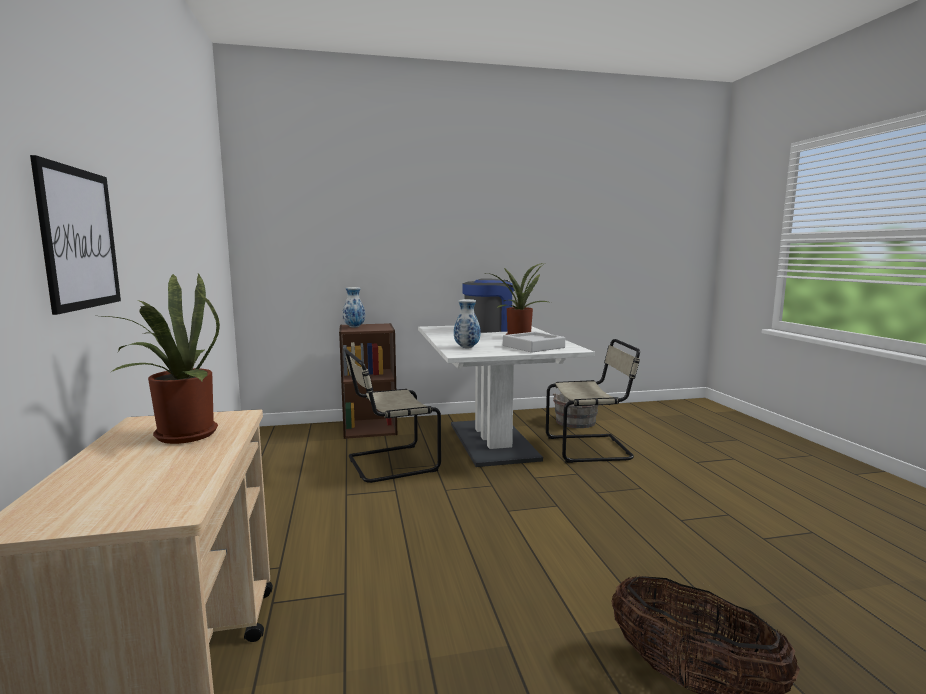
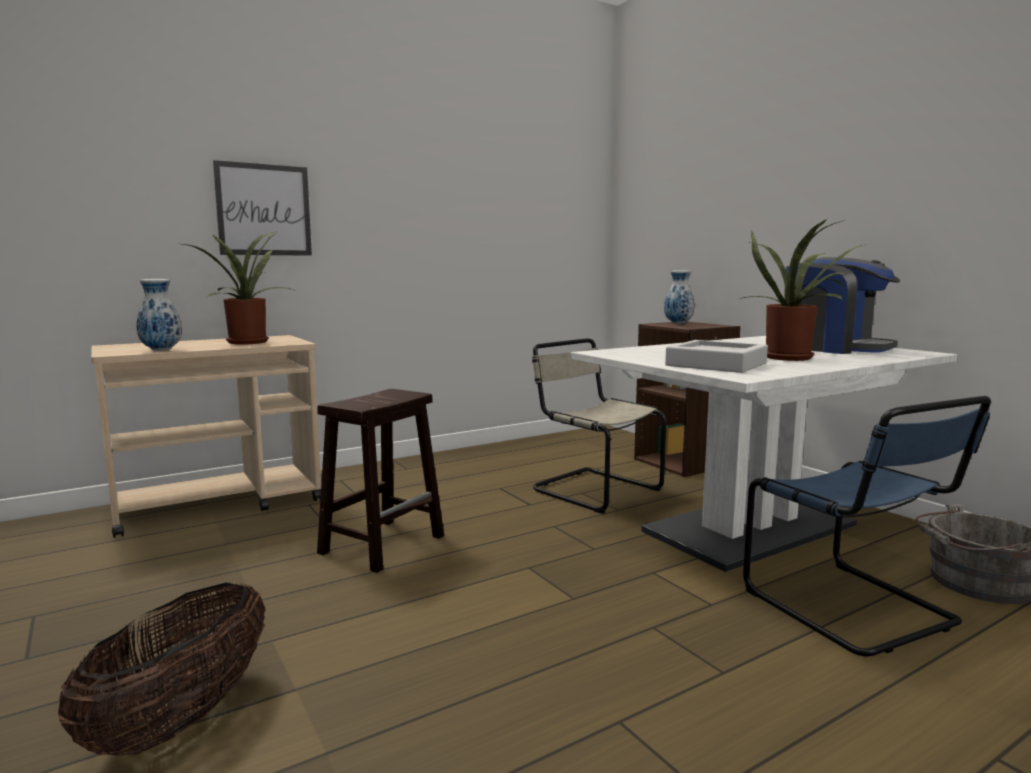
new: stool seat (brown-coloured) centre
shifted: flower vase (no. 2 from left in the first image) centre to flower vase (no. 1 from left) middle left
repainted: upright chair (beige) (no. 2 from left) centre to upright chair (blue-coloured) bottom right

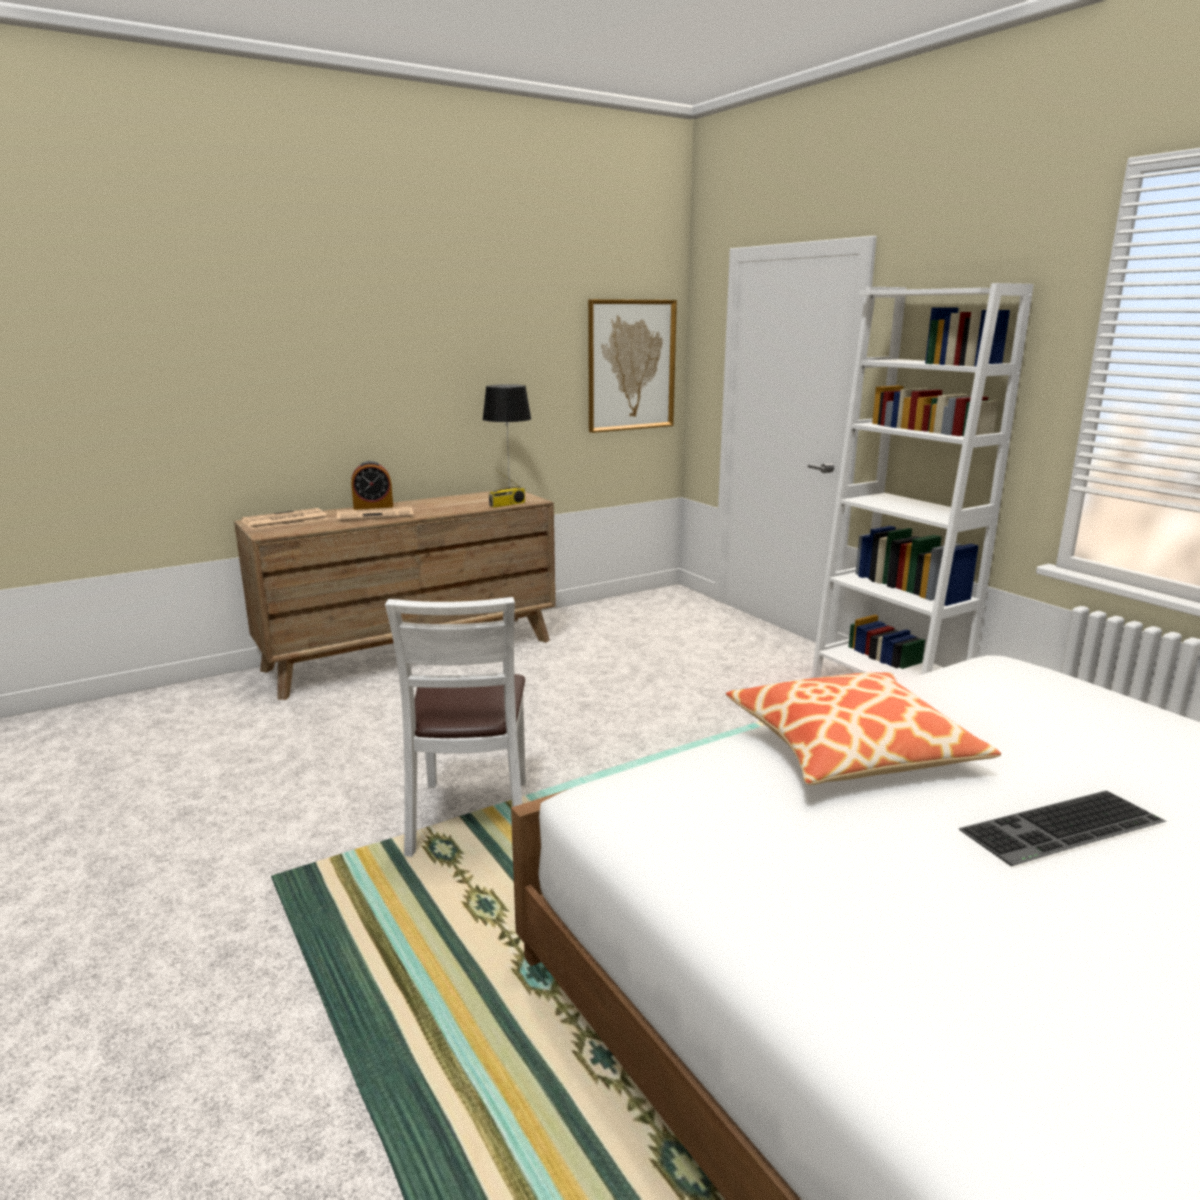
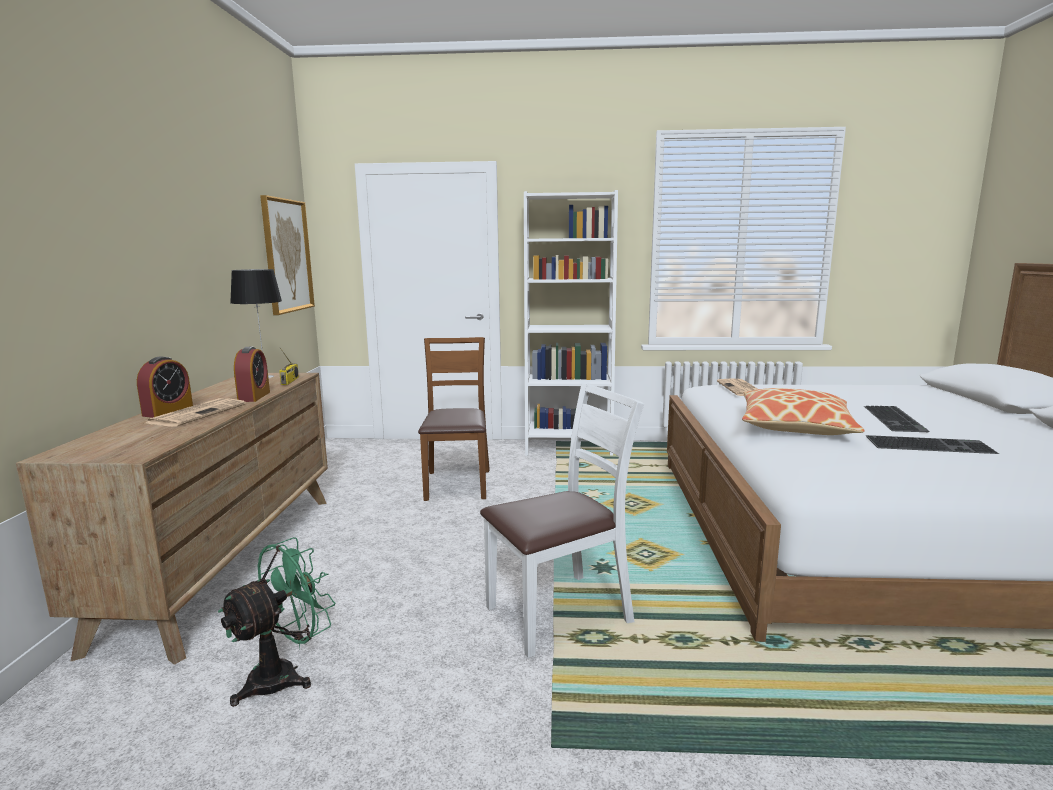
new: electric fan (green-coloured) bottom left; bedside clock (no. 2 from left) middle left; upright chair (brown-coloured) centre; computer keyboard (no. 2 from left) middle right
shifted: newspaper (no. 1 from left in the first image) middle left to newspaper (no. 2 from left) middle right
rotated: upright chair (white-coloured) centre = centre 60 degrees counterclockwise

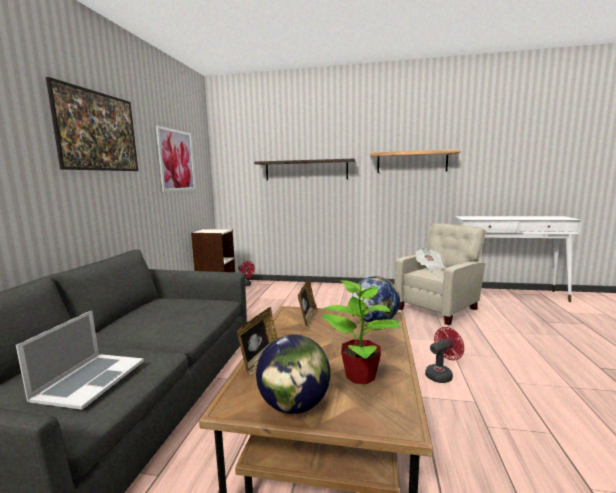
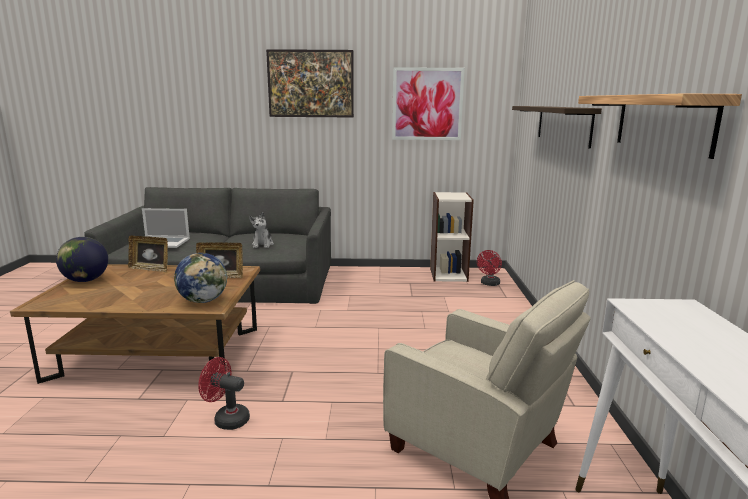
gone: plant in a pot bottom centre; newspaper middle right
new: plush toy centre
rotated: electric fan (red-coloured) (no. 2 from left in the first image) bottom right = bottom left 150 degrees clockwise

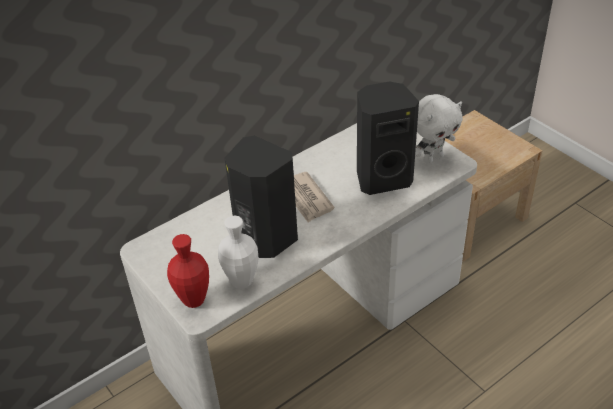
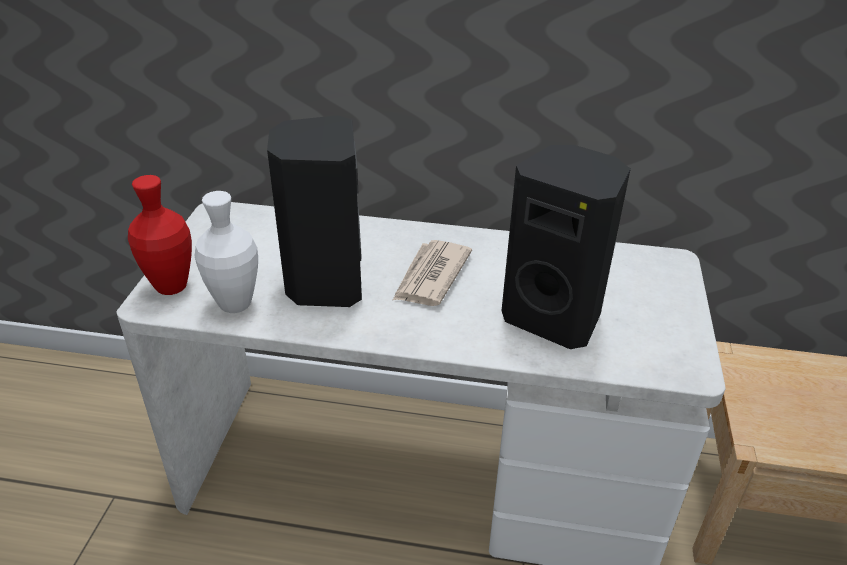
gone: plush toy (white-coloured) top right

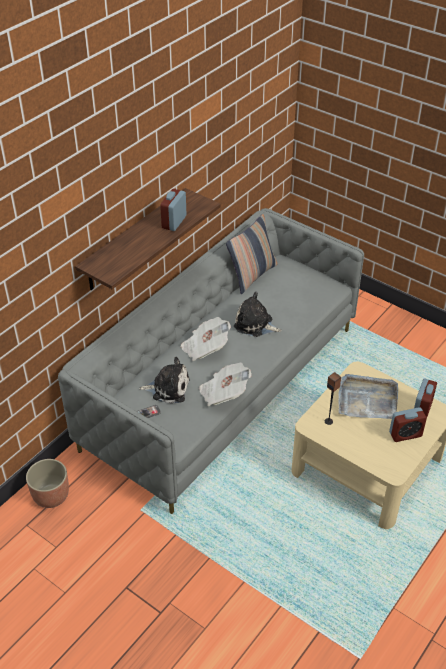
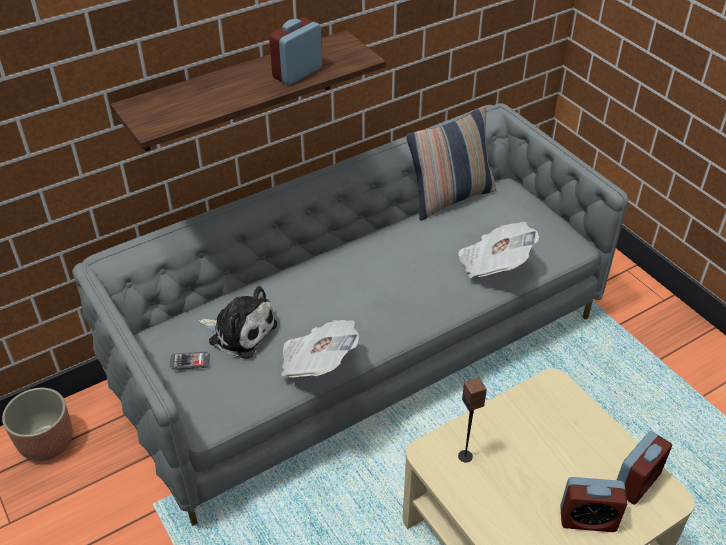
gone: plush toy (no. 2 from left) centre; carrying tray (greyish) middle right
shifted: newspaper (no. 1 from left in the first image) centre to newspaper (no. 2 from left) middle right

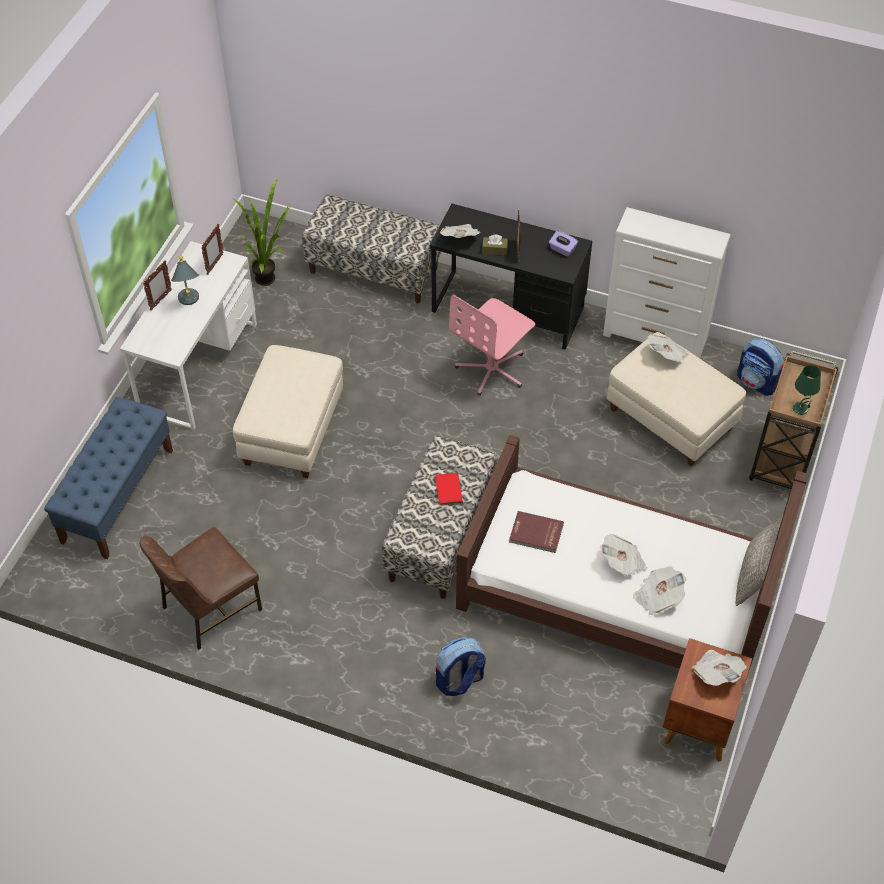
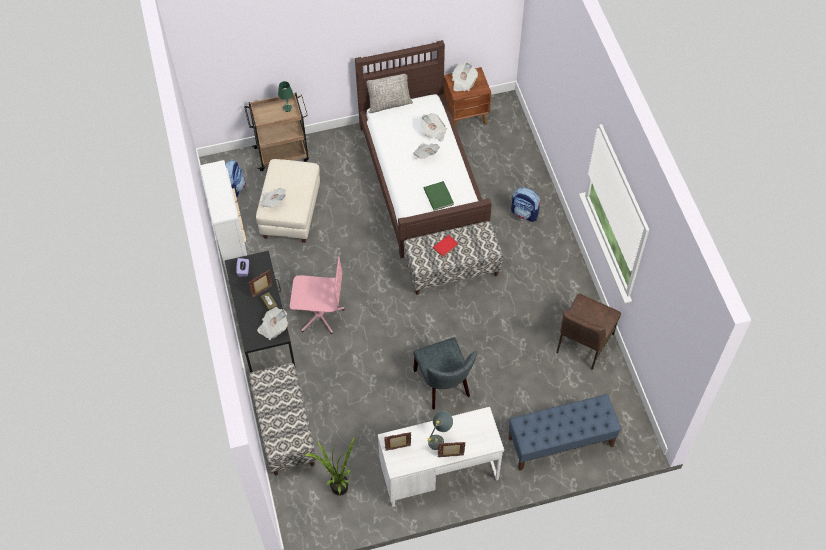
swapped: pouffe (beige) (no. 1 from left) middle left to upright chair (greyish) bottom centre
repainted: bound book (red-coloured) (no. 2 from left) centre to bound book (green-coloured) centre
rotated: upright chair (brown-coloured) middle left = middle right 105 degrees clockwise

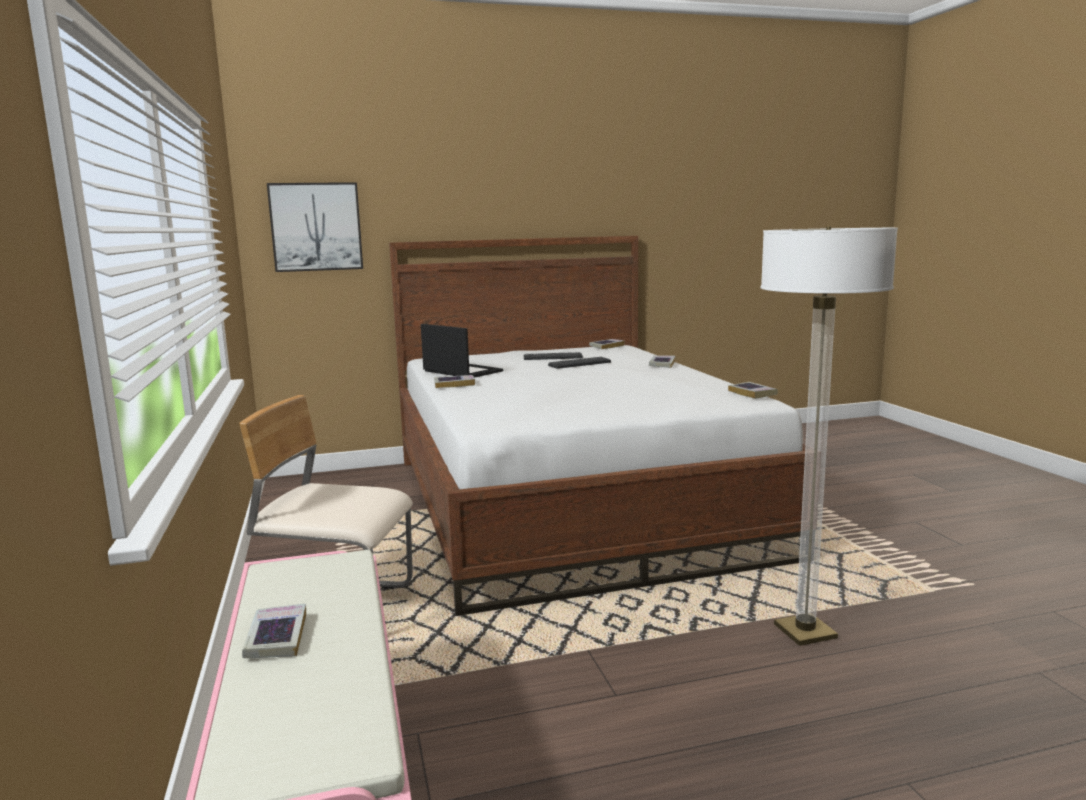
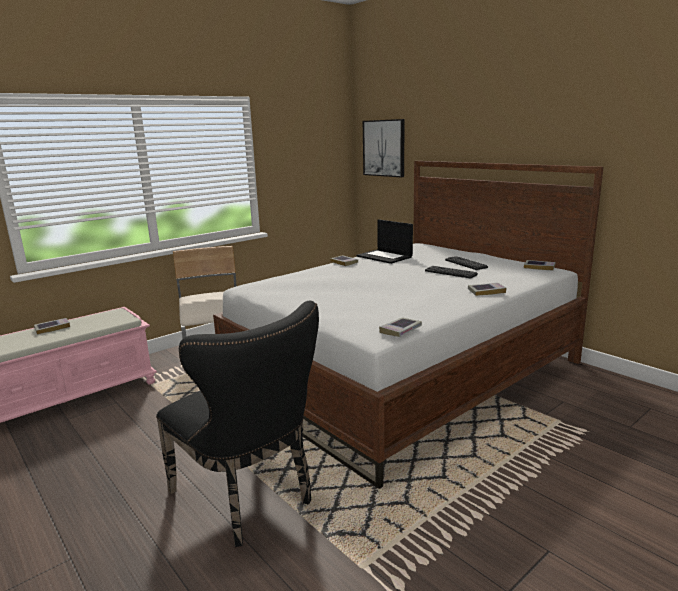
swapped: standing lamp middle right to upright chair (black-coloured) bottom centre
rotated: portable computer centre = centre 120 degrees clockwise

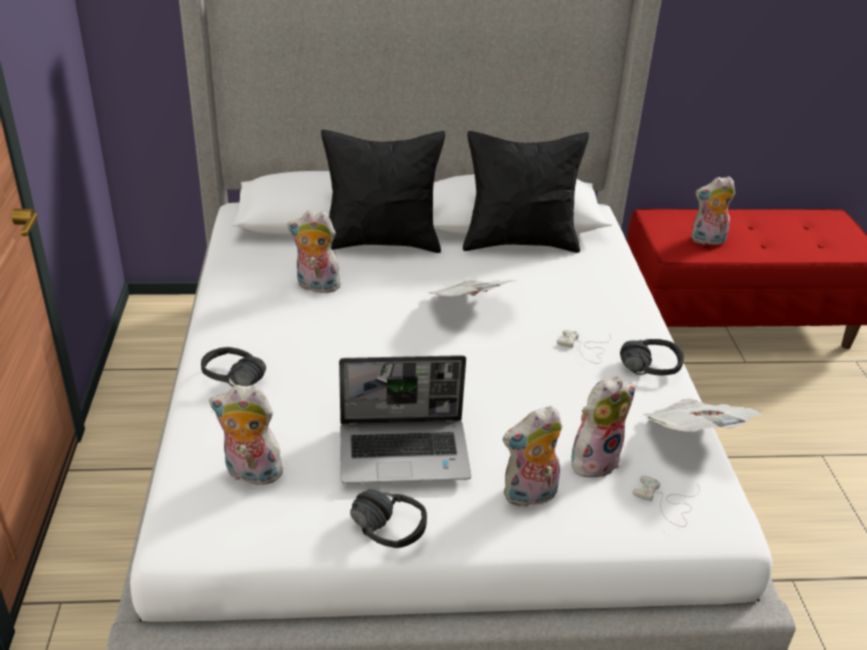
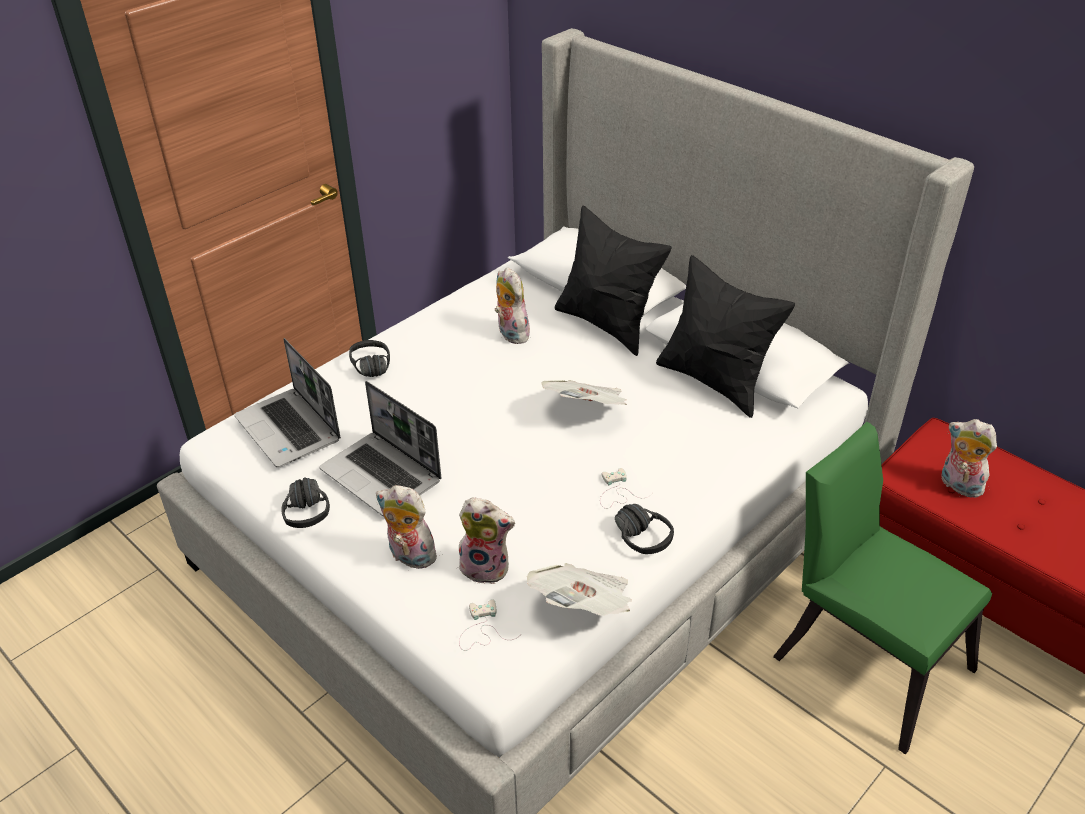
new: upright chair (green-coloured) bottom right
swapped: plush toy (no. 1 from left) bottom left to portable computer (no. 1 from left) middle left

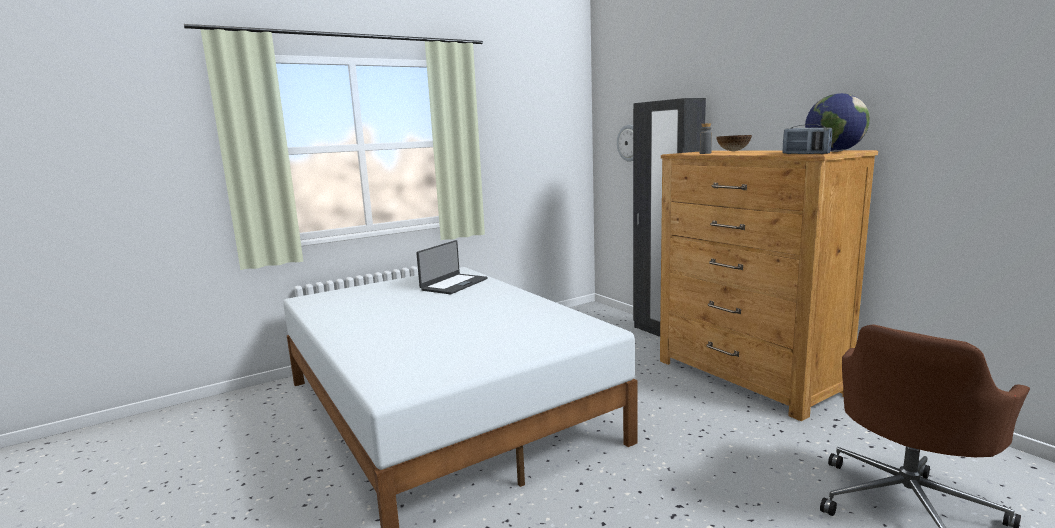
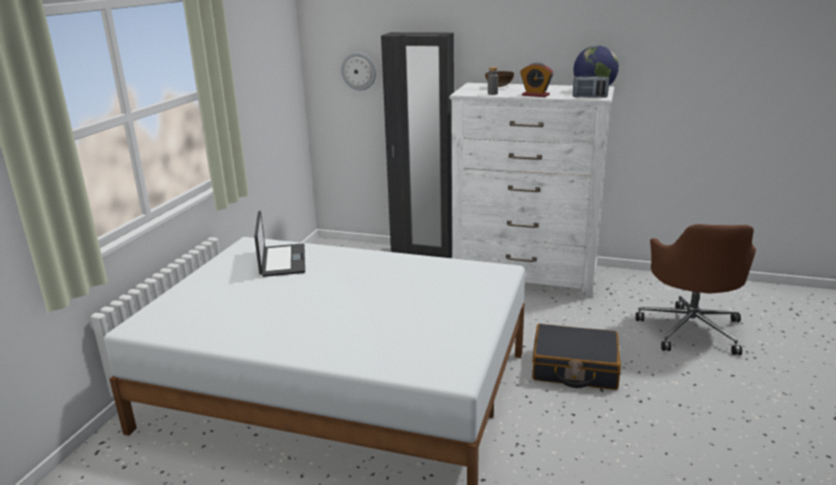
new: bedside clock top centre; suitcase (black-coloured) bottom right
repainted: drawer chest (brown-coloured) middle right to drawer chest (white-coloured) centre

